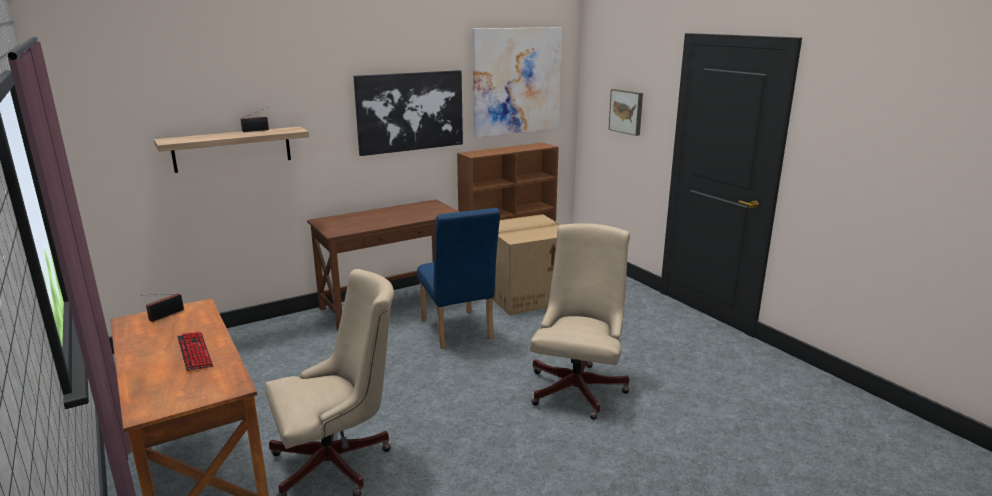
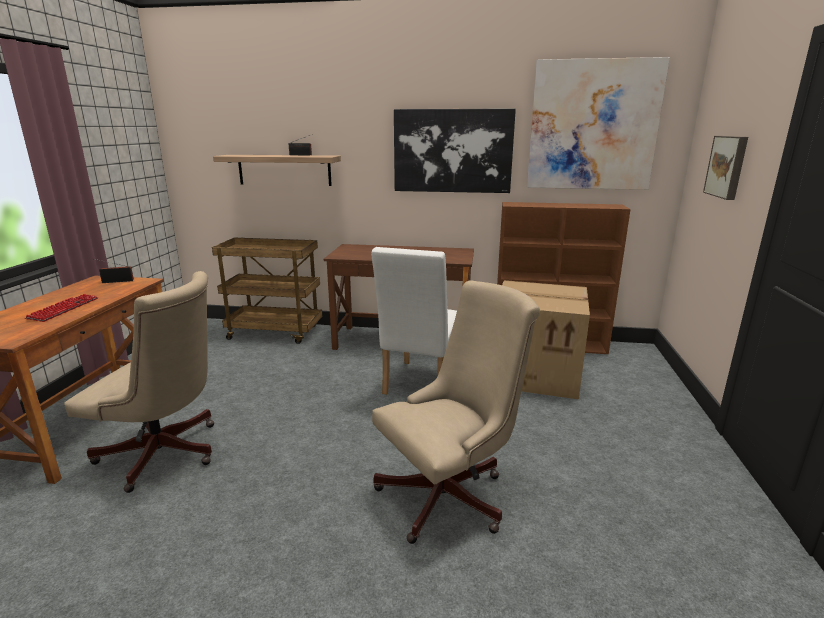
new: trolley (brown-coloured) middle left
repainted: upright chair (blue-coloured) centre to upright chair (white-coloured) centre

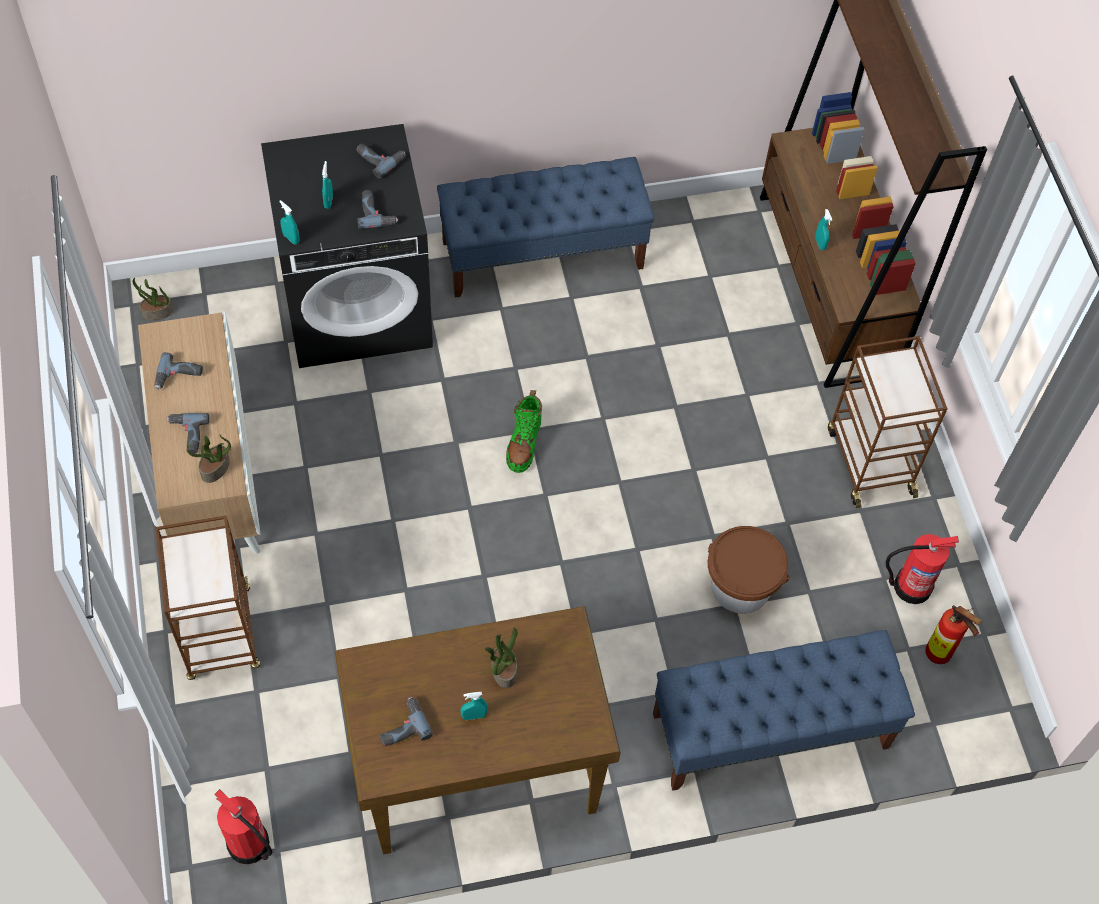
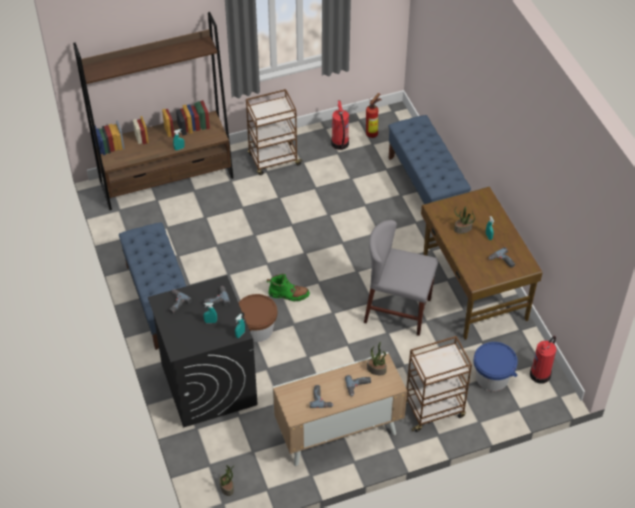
new: upright chair (greyish) centre; pail (blue-coloured) bottom right
shifted: pail (brown-coloured) middle right to centre

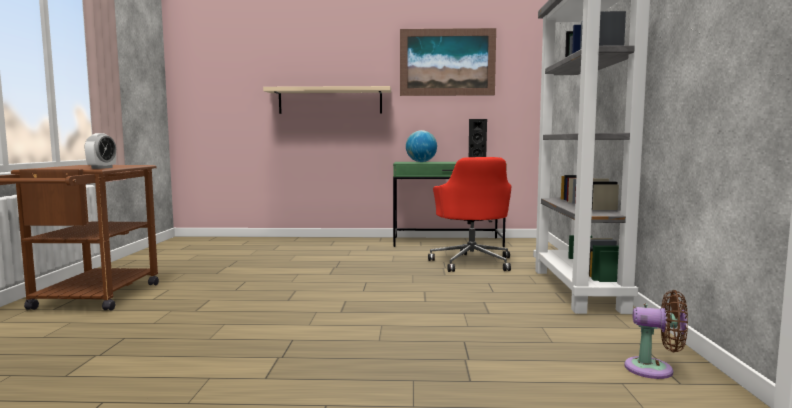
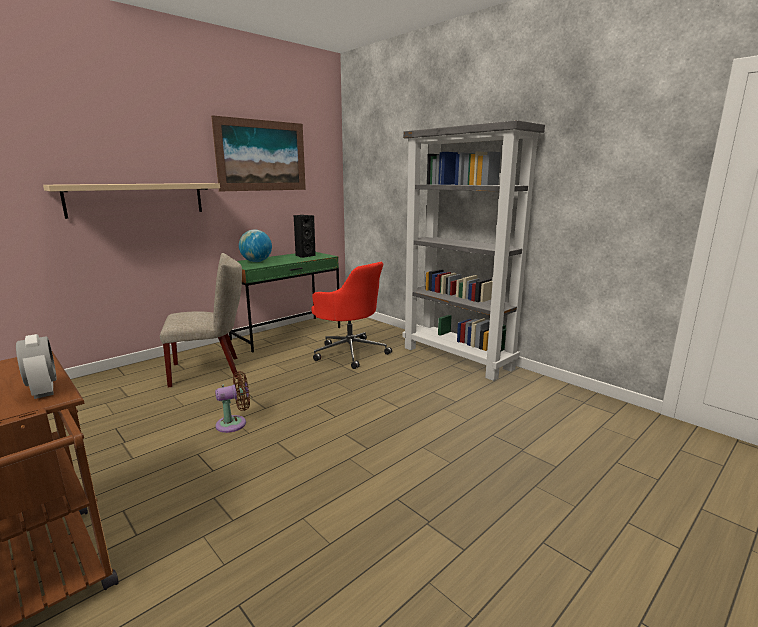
new: upright chair (beige) middle left
shifted: electric fan (brown-coloured) bottom right to middle left

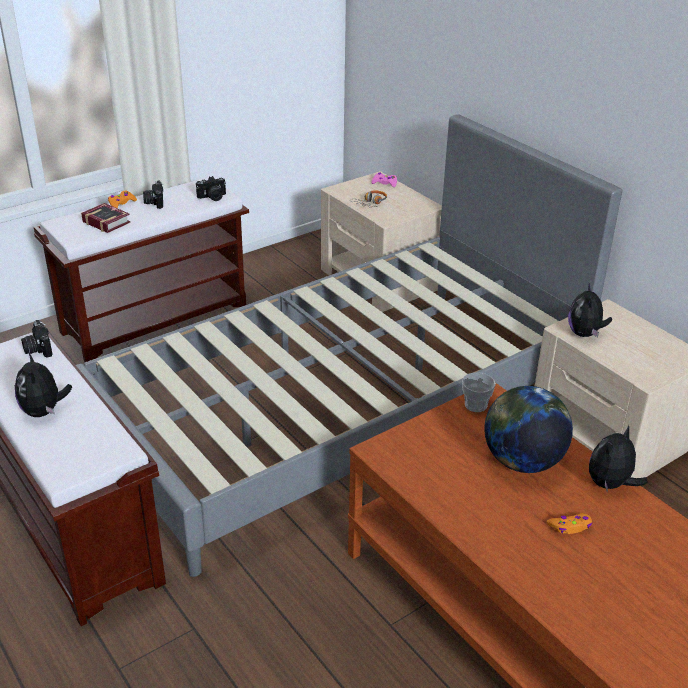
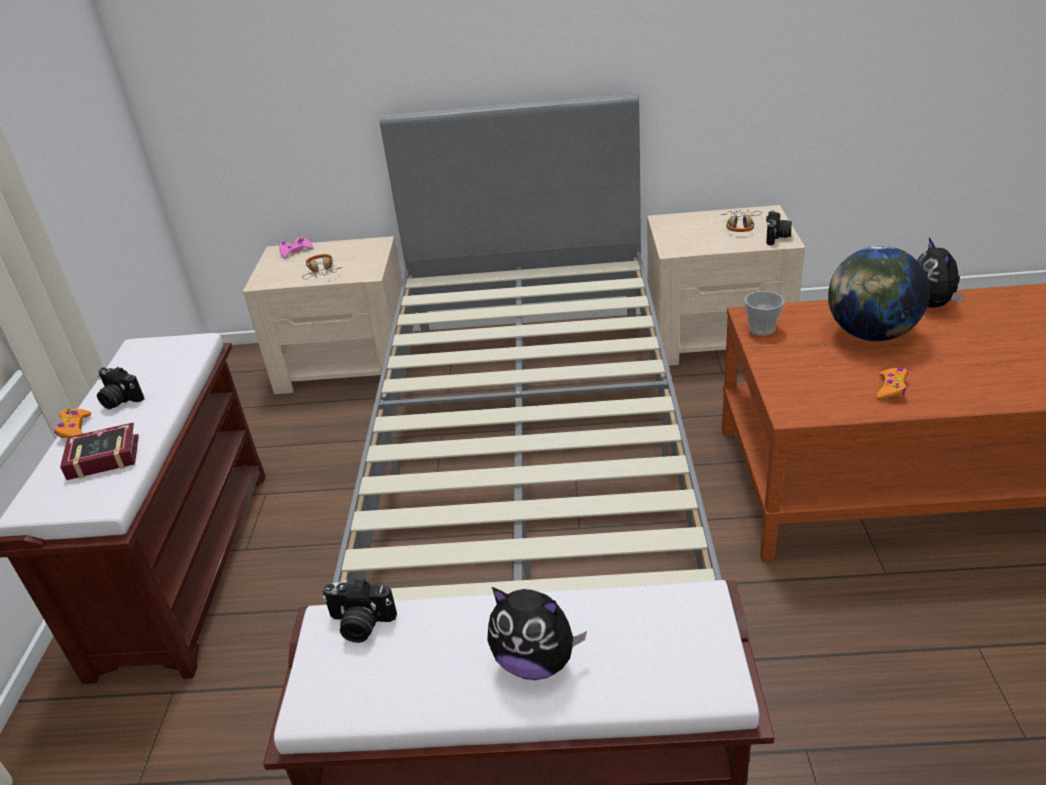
gone: plush toy (no. 2 from left) middle right
new: headset (no. 2 from left) top right
shifted: photo camera (no. 3 from left) top left to top right; gamepad (orange-coloured) (no. 2 from left) bottom right to middle right

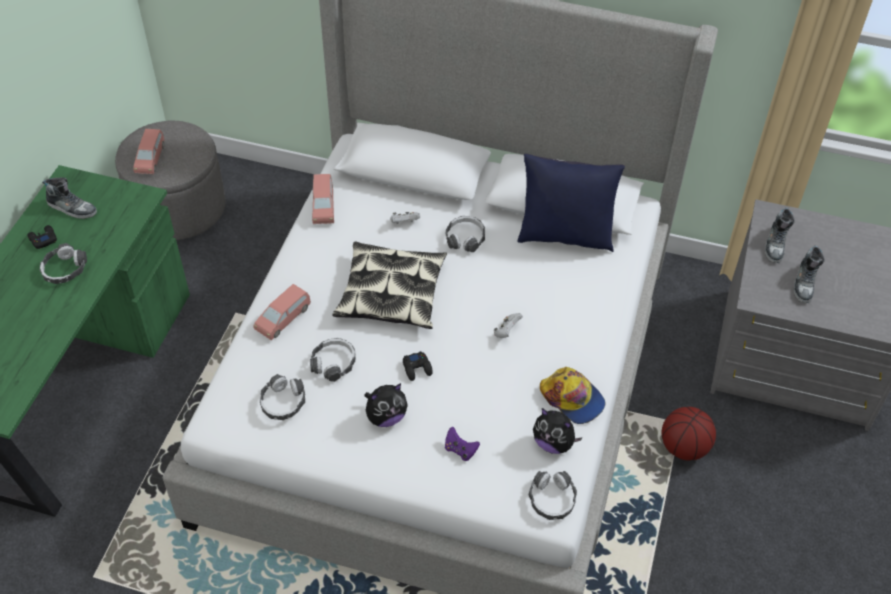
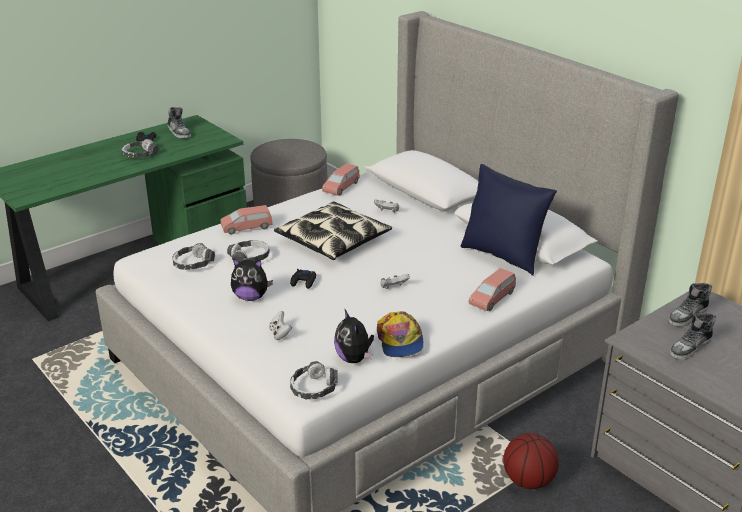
gone: headset (no. 4 from left) centre
shifted: miniature car (pink-coloured) (no. 1 from left in the first image) top left to miniature car (pink-coloured) (no. 3 from left) centre
repainted: gamepad (purplish) bottom centre to gamepad (white-coloured) (no. 1 from left) centre

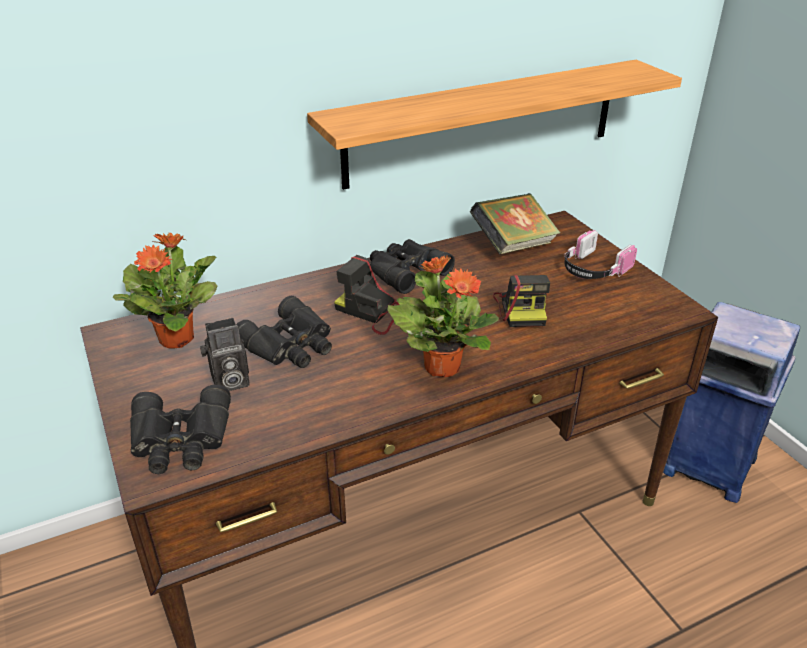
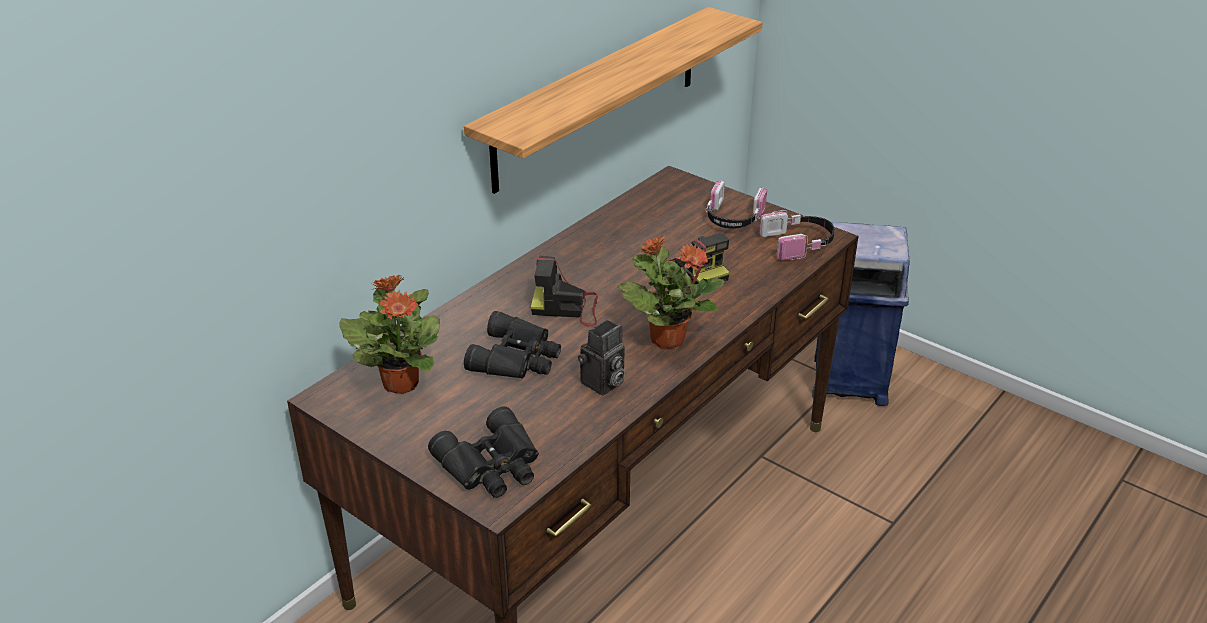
gone: field glasses (black-coloured) (no. 3 from left) centre; bound book centre
new: headset (no. 2 from left) centre
shifted: photo camera (no. 1 from left in the first image) middle left to photo camera (no. 2 from left) centre

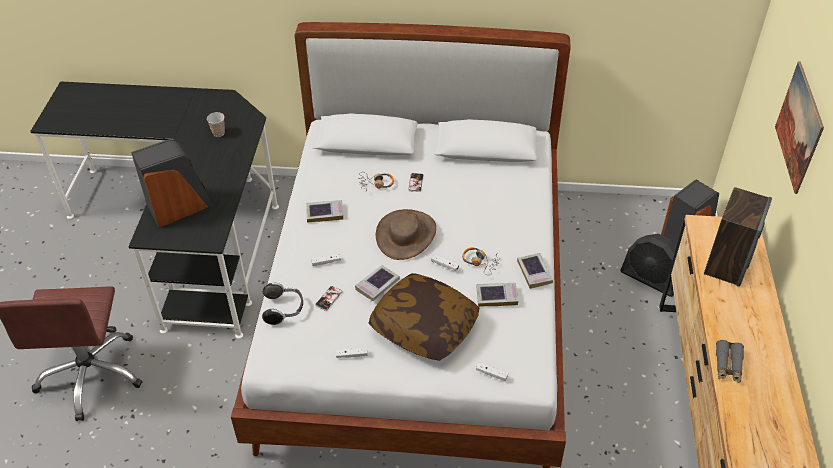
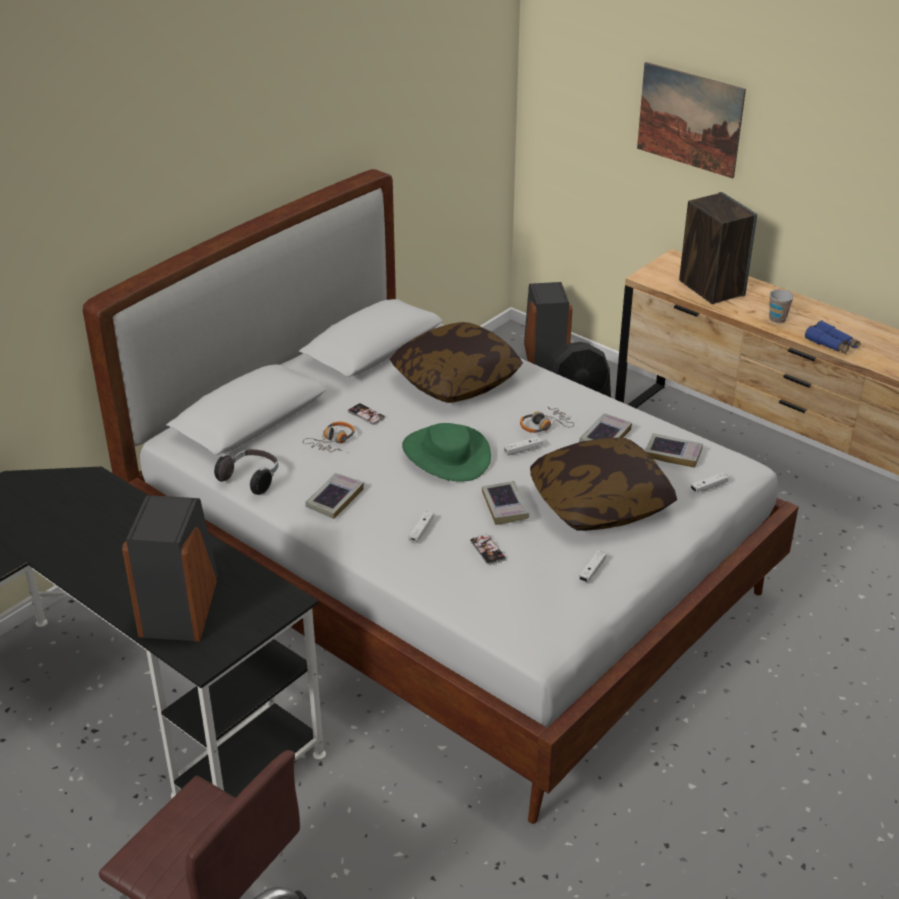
new: throw pillow (no. 1 from left) centre
shifted: headset (no. 1 from left) centre to middle left; bound book (no. 4 from left) centre to middle right; drinking cup top left to middle right
repainted: clothing hat (brown-coloured) centre to clothing hat (green-coloured) centre; field glasses (greyish) bottom right to field glasses (blue-coloured) middle right

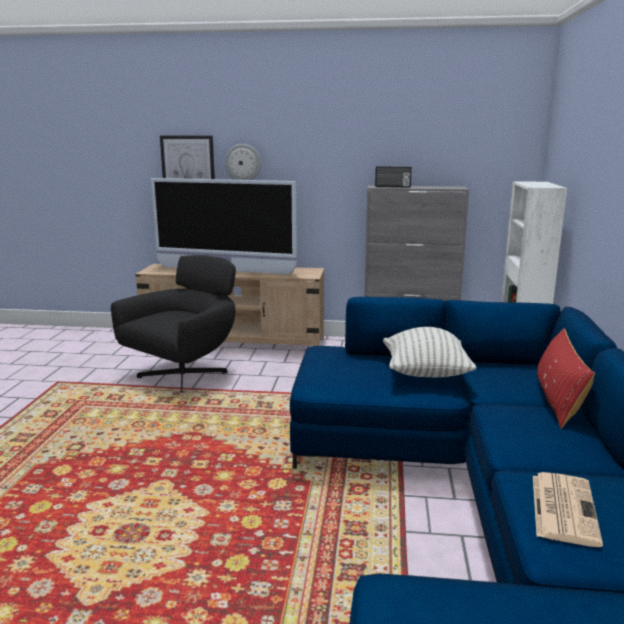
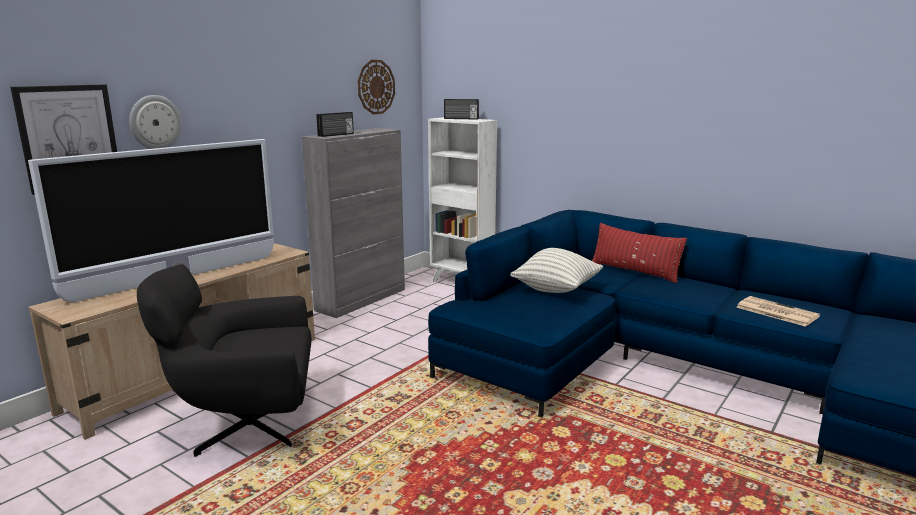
new: hanging clock (no. 2 from left) top centre; radio set (no. 2 from left) top centre
rotated: lounge chair (black-coloured) middle left = bottom left 75 degrees counterclockwise

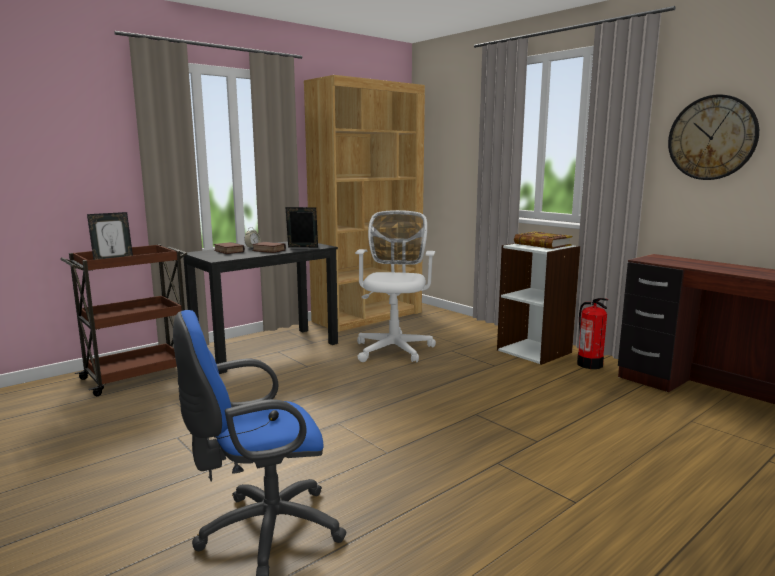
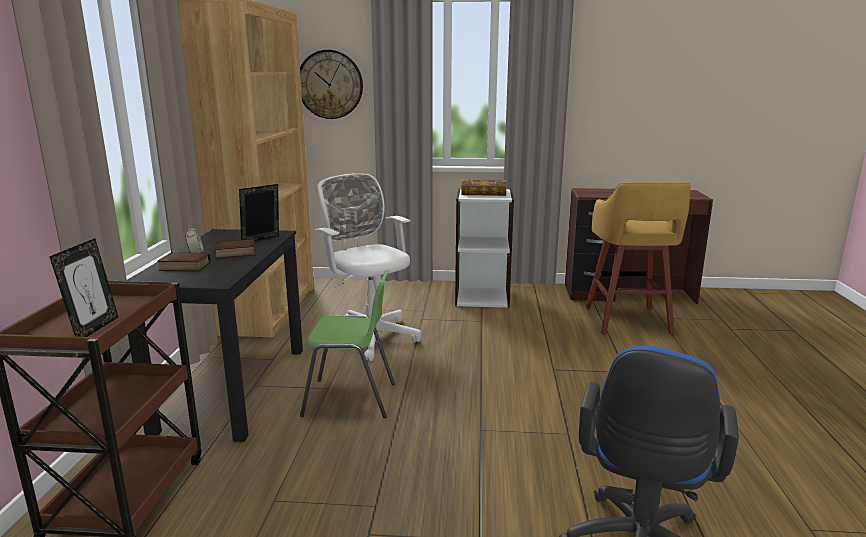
gone: extinguisher middle right
new: upright chair (green-coloured) centre; stool seat (yellowish) middle right
shifted: hanging clock top right to top centre

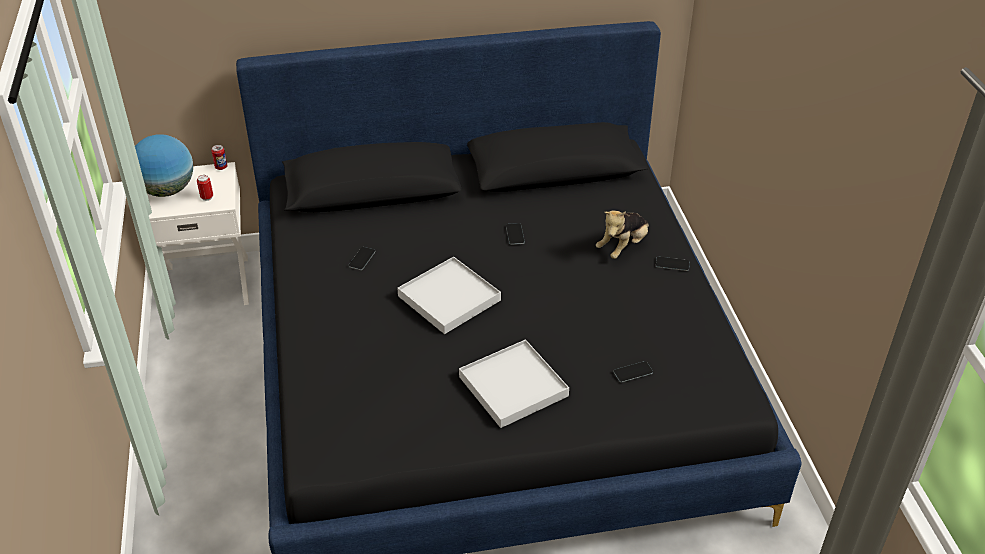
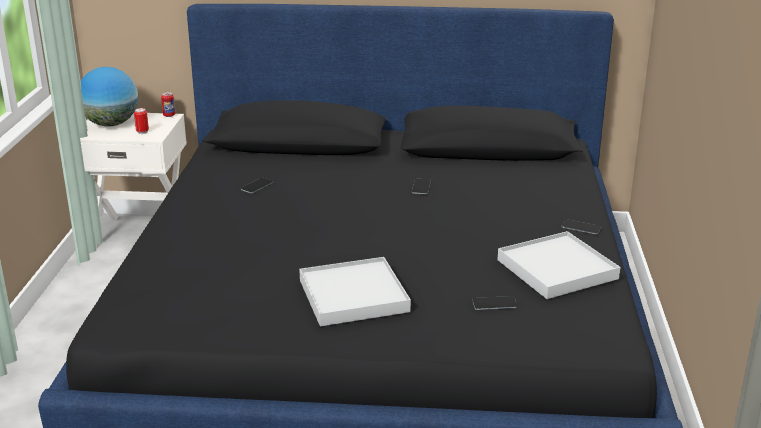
gone: plush toy centre
shifted: carrying tray (white-coloured) (no. 1 from left in the first image) centre to carrying tray (white-coloured) (no. 2 from left) middle right

